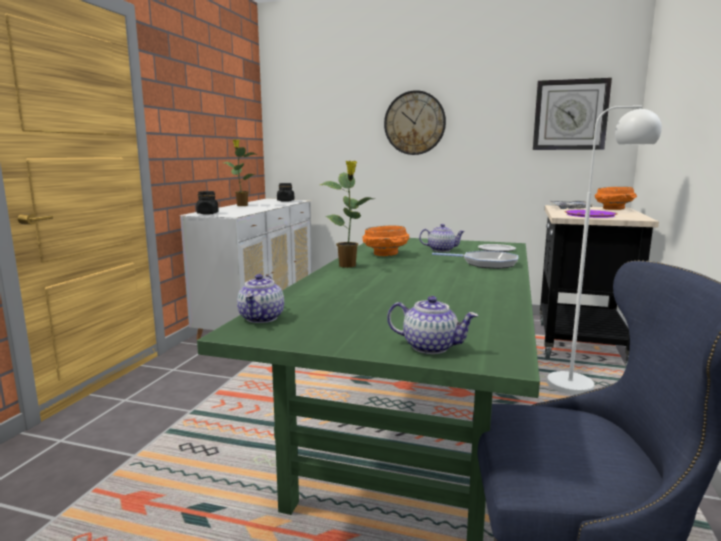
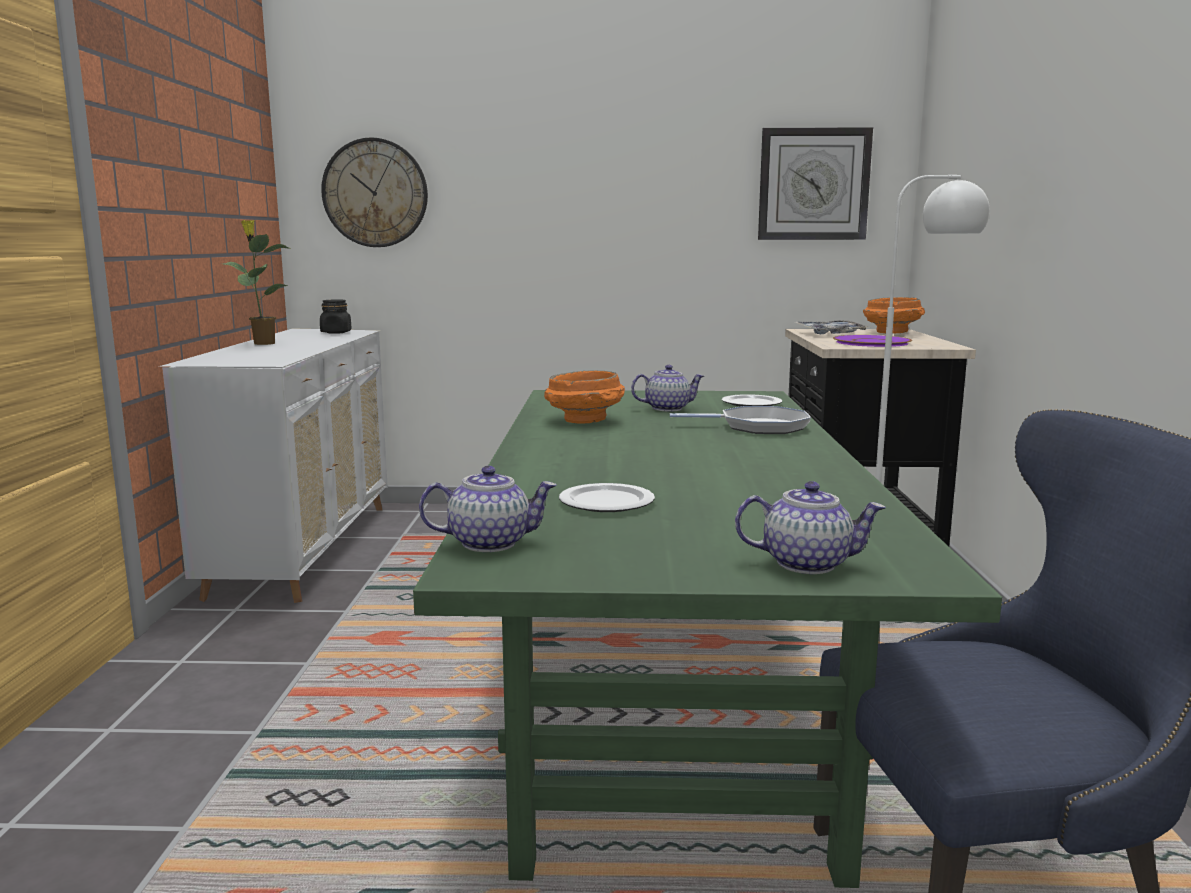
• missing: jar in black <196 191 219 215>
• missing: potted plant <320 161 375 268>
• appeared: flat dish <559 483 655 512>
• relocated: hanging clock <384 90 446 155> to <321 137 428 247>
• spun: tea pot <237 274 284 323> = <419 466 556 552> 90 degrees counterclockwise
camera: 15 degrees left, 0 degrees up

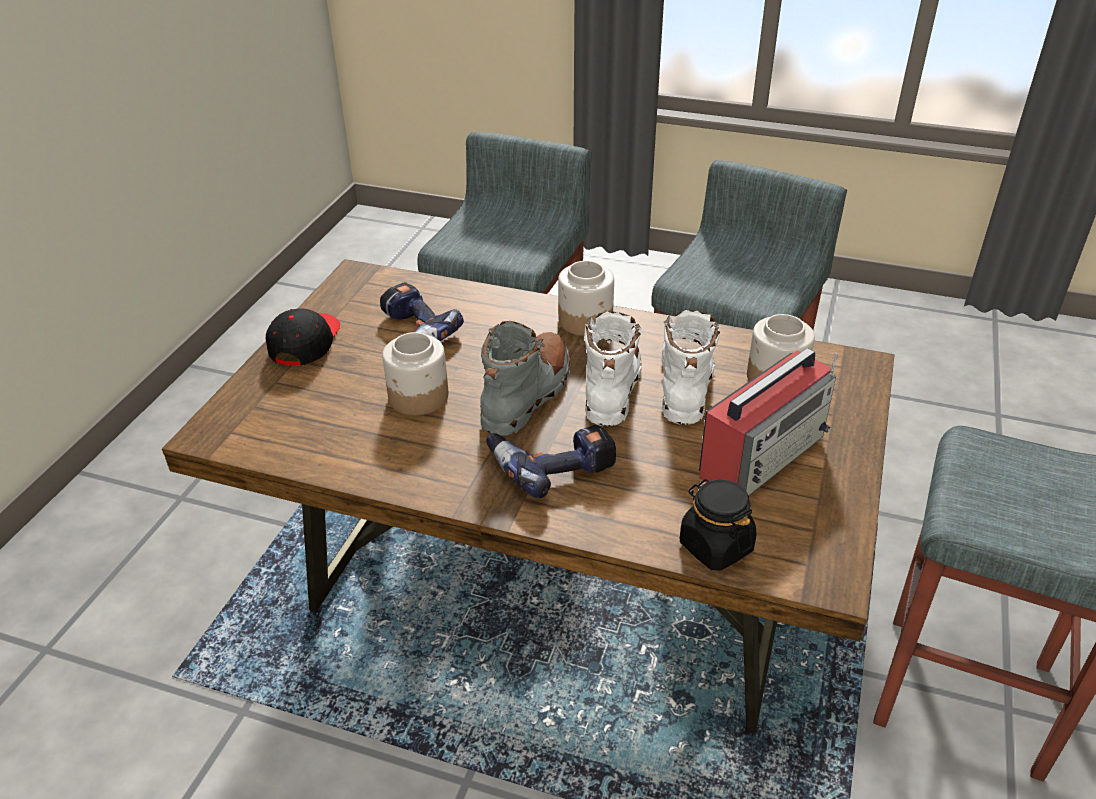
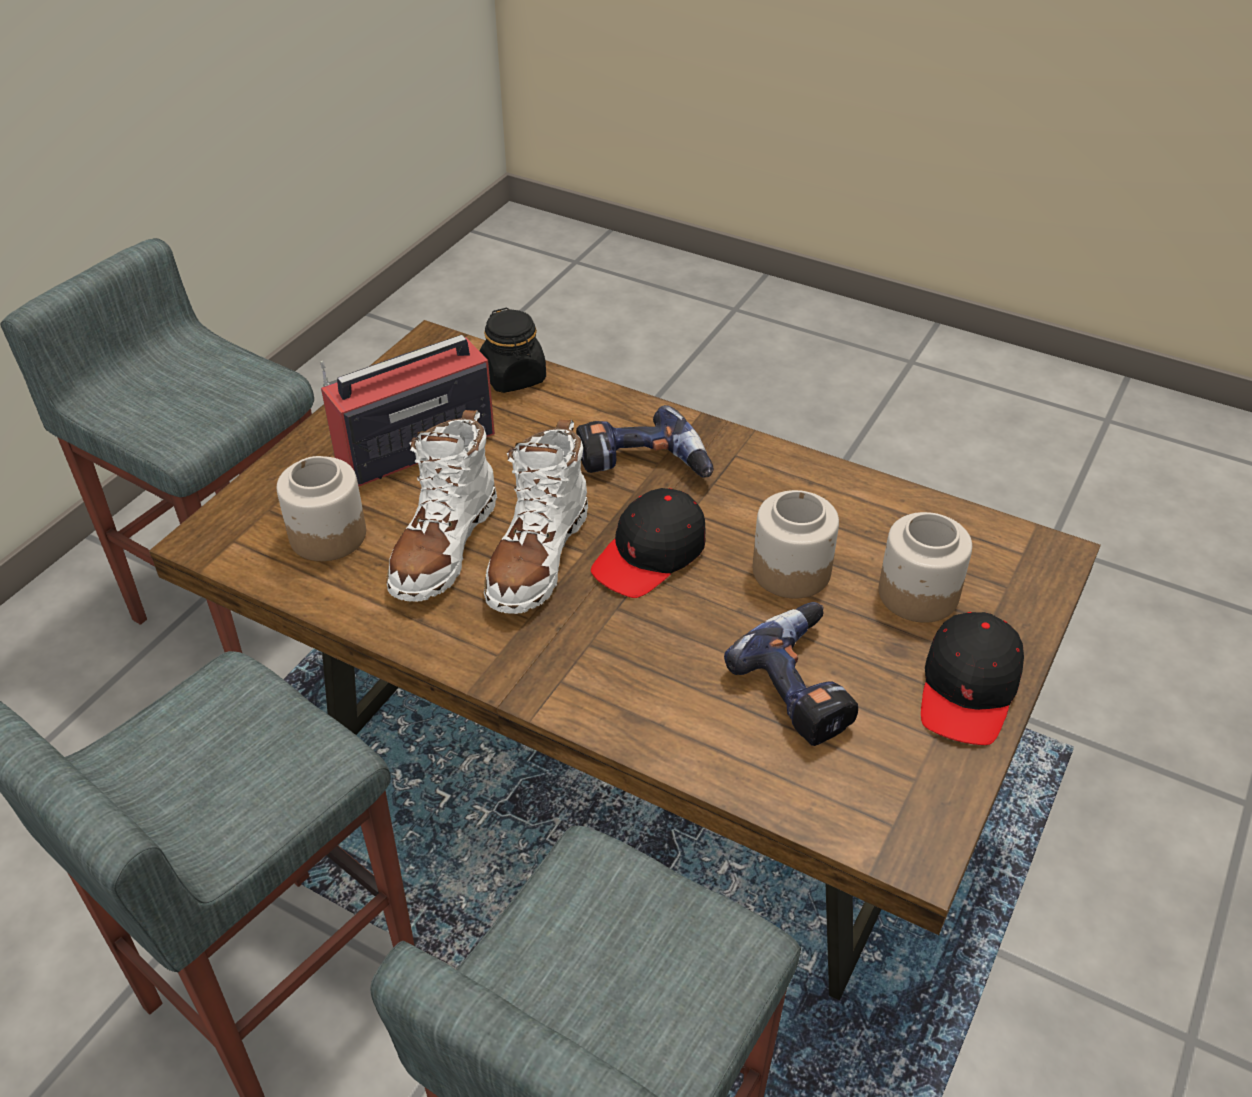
• relocated: jar <558 261 614 336> to <879 512 972 623>
• exchanged: high-top boot in greyish <480 321 571 436> to peaked cap in black <591 488 706 598>
camera: 170 degrees left, 5 degrees up

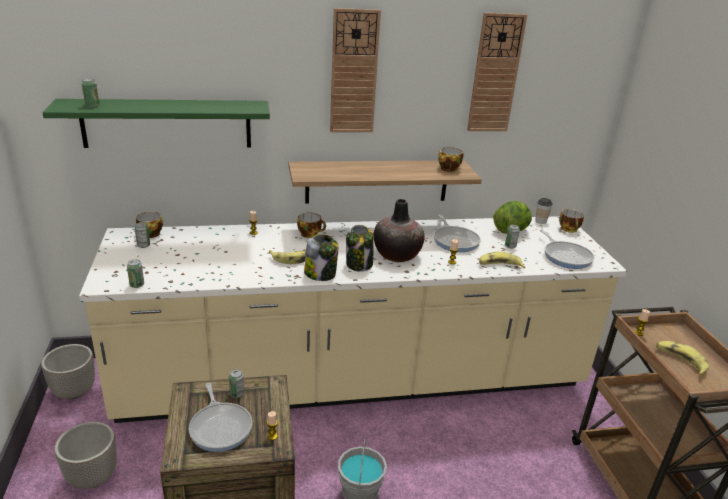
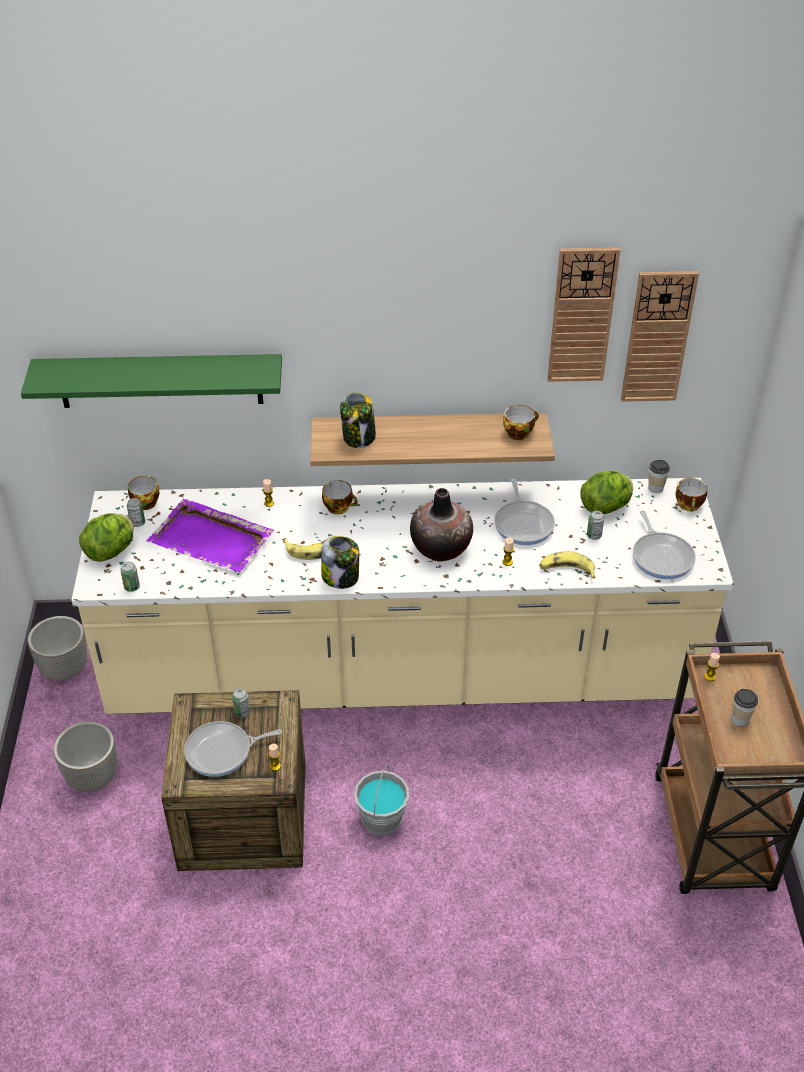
• missing: sealed can <81 79 99 107>
• appeared: lettuce <79 513 133 562>
• appeared: tray in purplish <146 499 274 572>
• relocated: hanging clock <330 8 381 132> to <621 271 699 402>
• relocated: jar <346 225 374 272> to <340 392 376 448>
• exchanged: whole banana <656 341 709 376> to drinking cup <731 689 758 726>
• spun: skillet <189 383 252 452> = <184 721 282 777> 90 degrees clockwise
camera: 10 degrees right, 15 degrees up

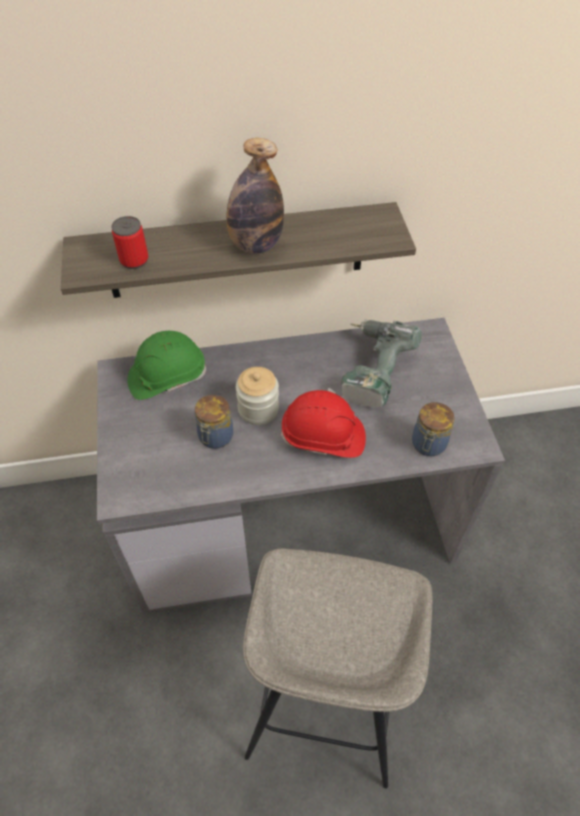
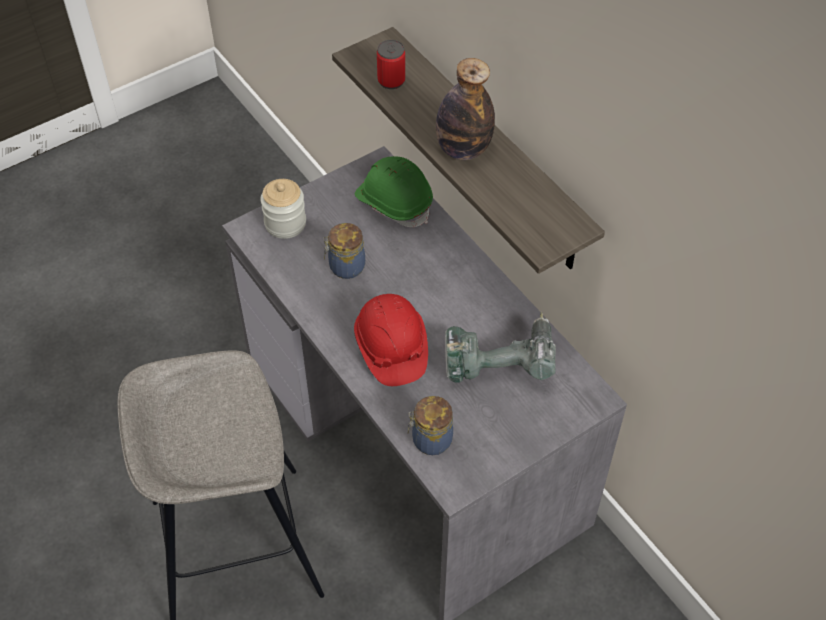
• relocated: jar <236 367 279 425> to <260 179 306 239>
camera: 65 degrees right, 0 degrees up

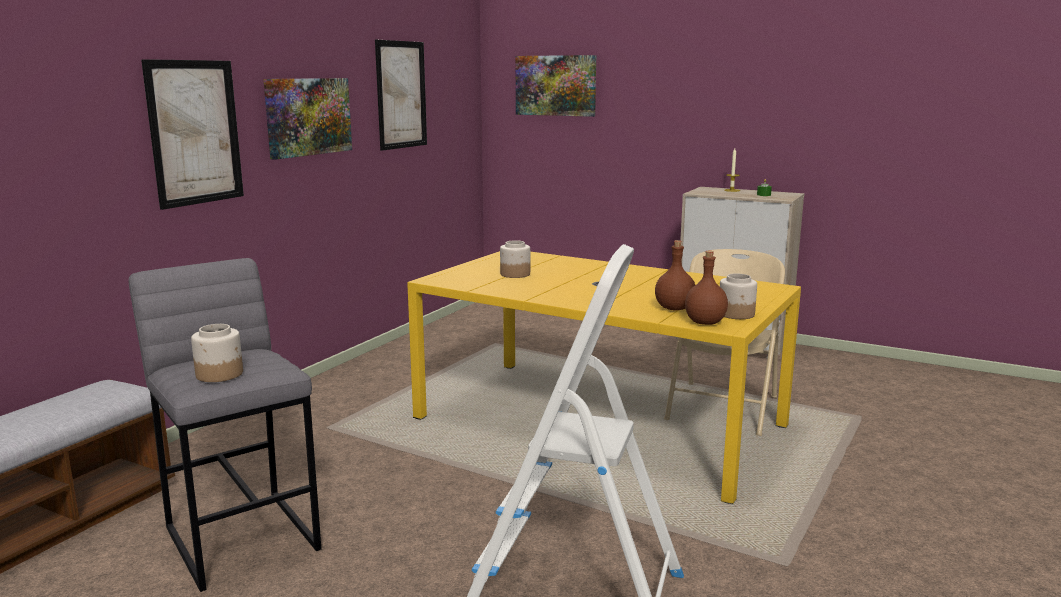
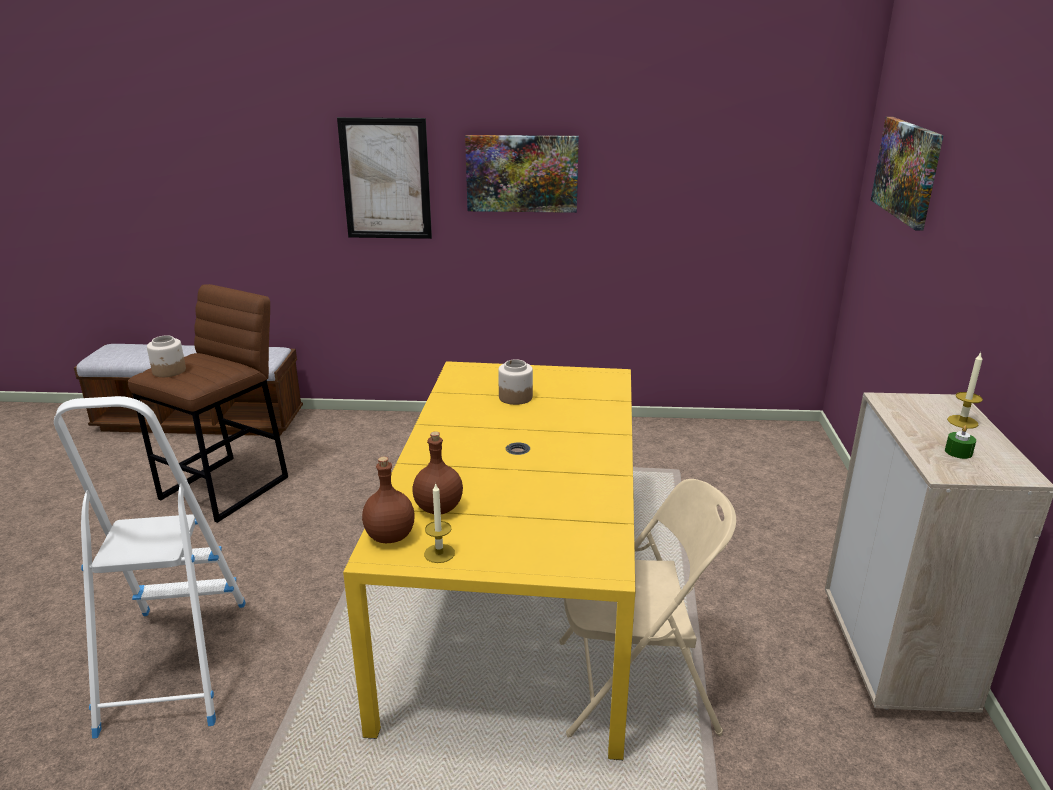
• missing: wall art <375 40 427 151>
• exchanged: jar <720 273 757 319> to wax light <424 482 455 563>
• colour: sitting stool in greyish <129 258 321 592> to sitting stool in brown-coloured <128 284 288 523>
camera: 65 degrees right, 10 degrees up

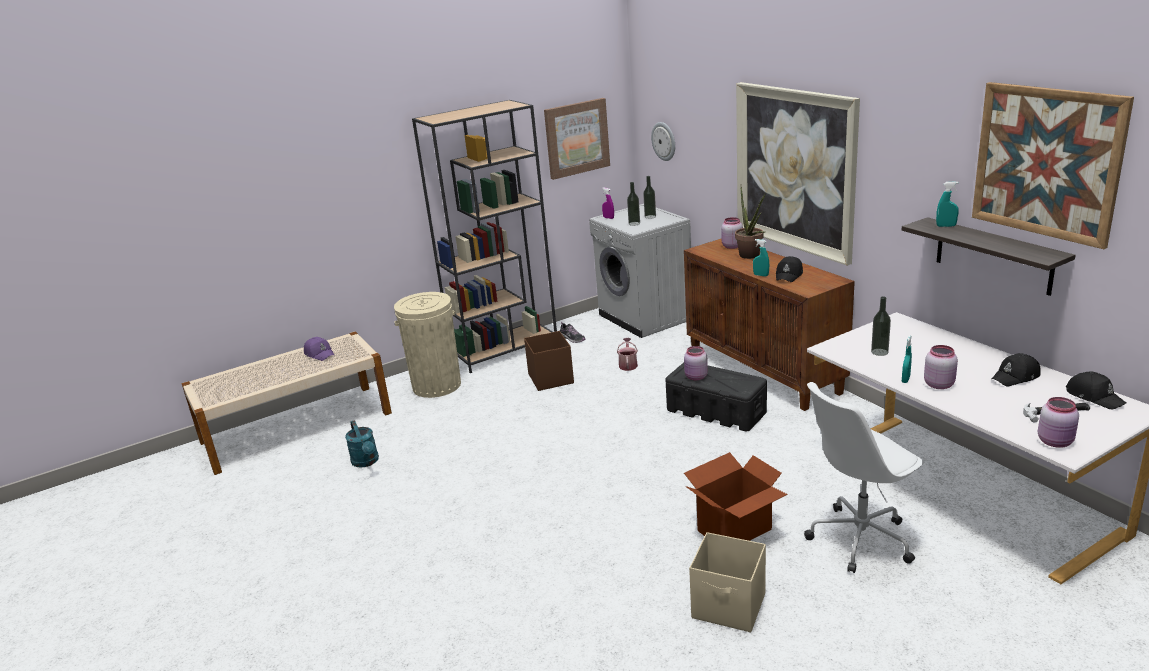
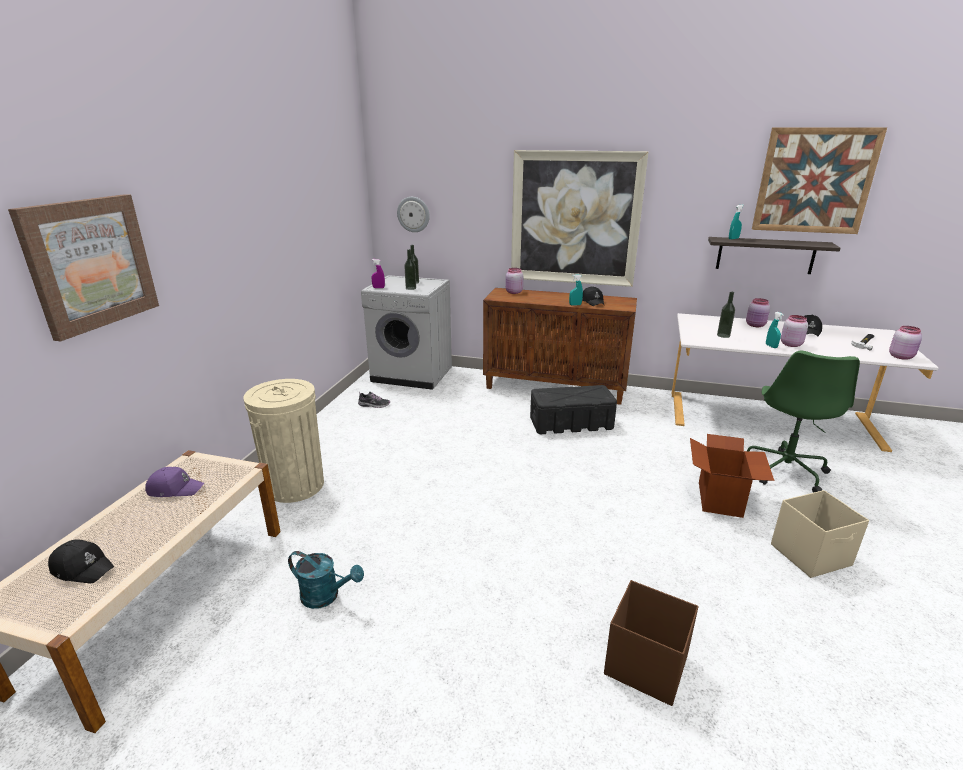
• missing: bookshelf <412 100 557 373>
• missing: watering pot <617 338 638 371>
• missing: potted plant <735 187 766 259>
• relocated: storage bin in brown-coloured <524 331 574 391> to <604 580 699 706>
• relocated: wall art <544 98 610 180> to <8 194 159 341>
• relocated: jar in pinkish <684 346 708 380> to <746 298 770 327>
• relocated: peaked cap in black <1066 372 1126 409> to <48 539 115 584>
• colour: office chair in whitish <804 382 924 573> to office chair in greenish <747 351 860 493>
camera: 45 degrees left, 0 degrees up

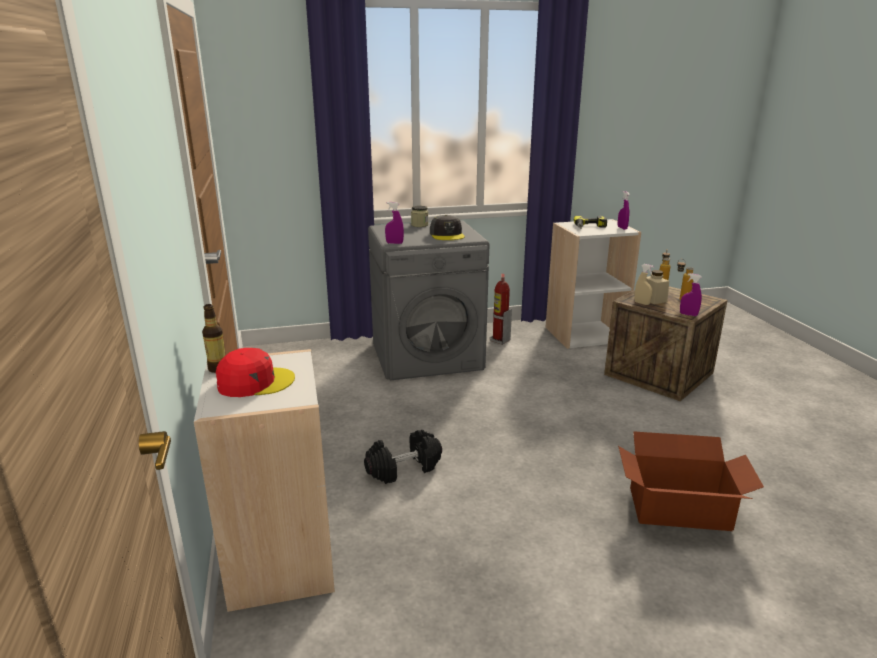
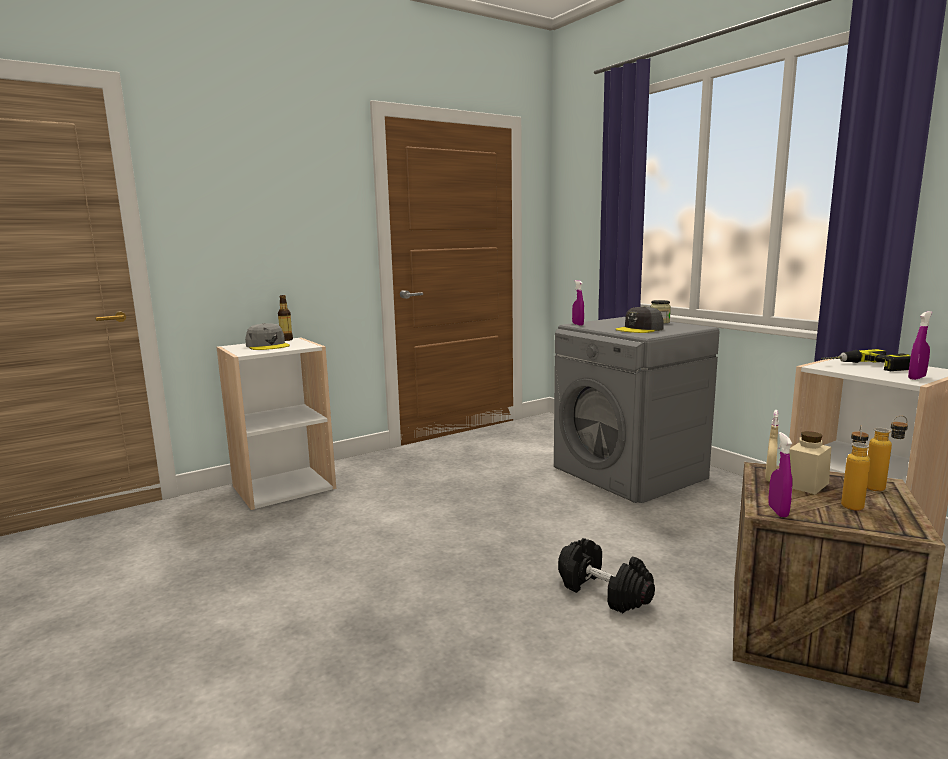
• missing: extinguisher <490 274 512 345>
• missing: packing box <618 431 764 531>
• relocated: dumbbell in black <364 430 442 484> to <558 538 655 613>
• colour: peaked cap in reddish <216 348 295 397> to peaked cap in greyish <245 323 290 350>
camera: 70 degrees right, 10 degrees down

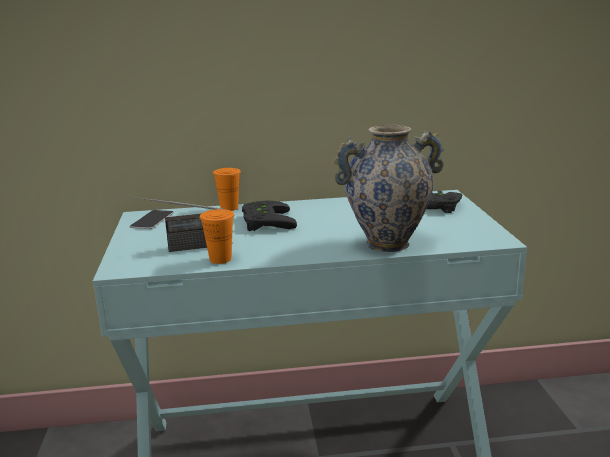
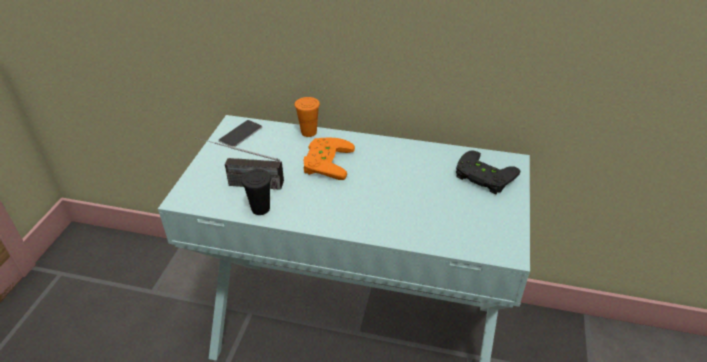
• missing: decorative vase <334 125 444 252>
• colour: drinking cup in orange <200 209 234 264> to drinking cup in black <241 169 271 215>
• colour: joypad in black <242 201 297 231> to joypad in orange <304 137 355 180>
camera: 20 degrees right, 20 degrees up

